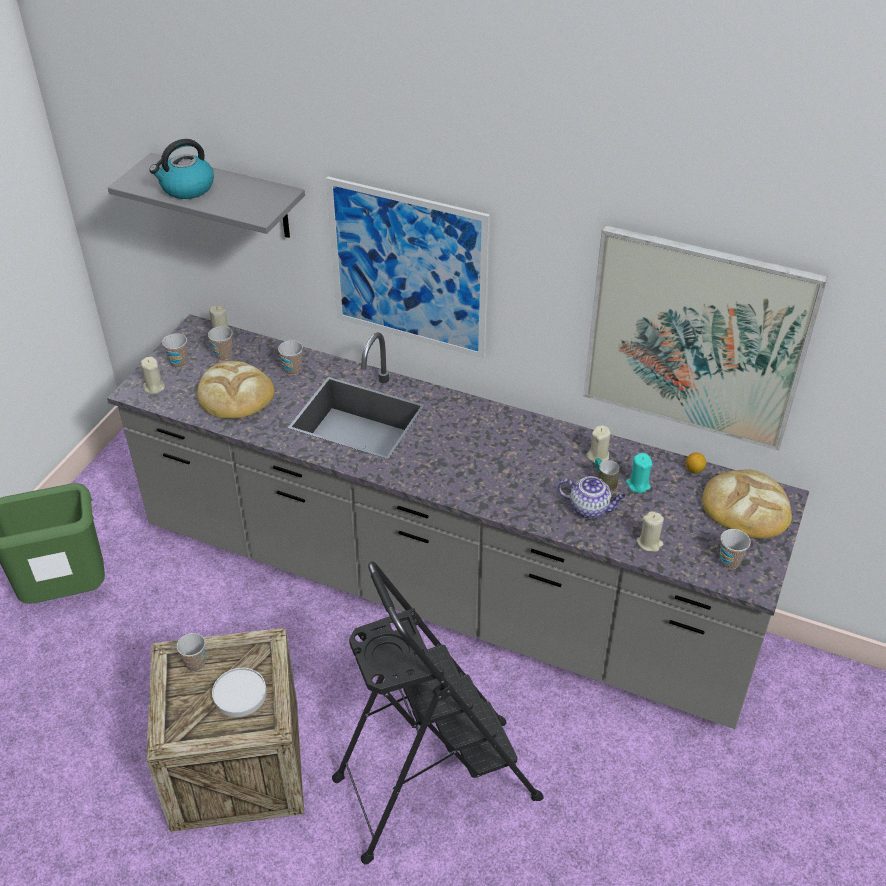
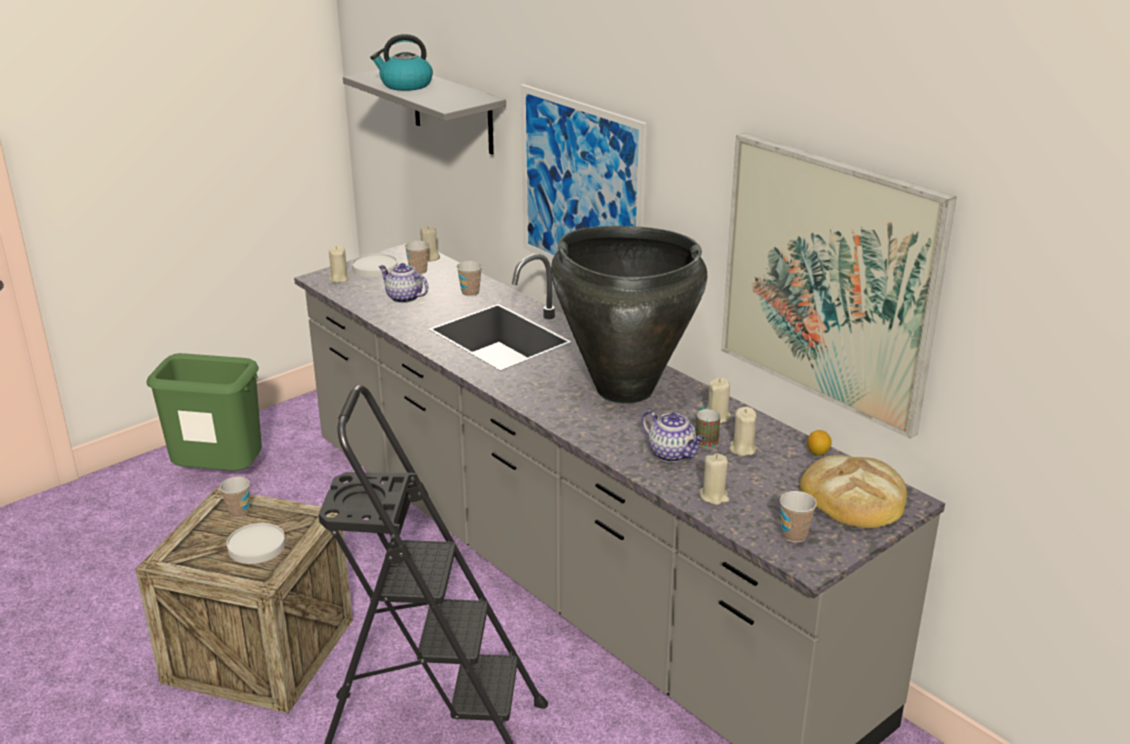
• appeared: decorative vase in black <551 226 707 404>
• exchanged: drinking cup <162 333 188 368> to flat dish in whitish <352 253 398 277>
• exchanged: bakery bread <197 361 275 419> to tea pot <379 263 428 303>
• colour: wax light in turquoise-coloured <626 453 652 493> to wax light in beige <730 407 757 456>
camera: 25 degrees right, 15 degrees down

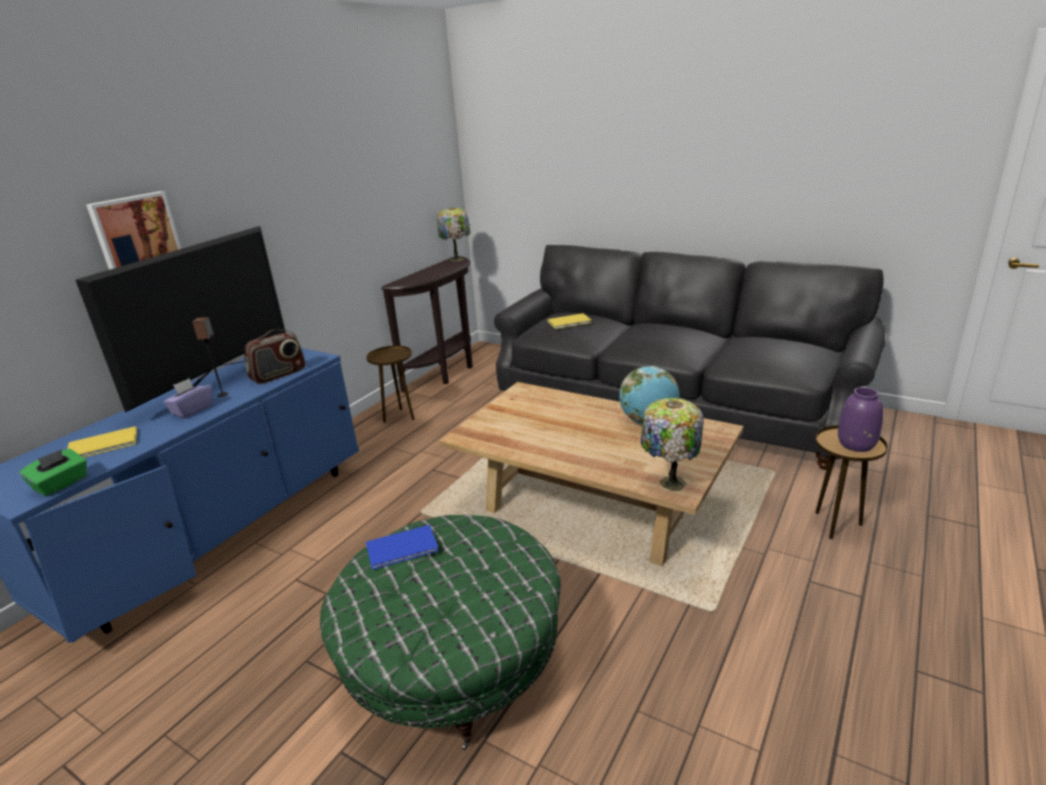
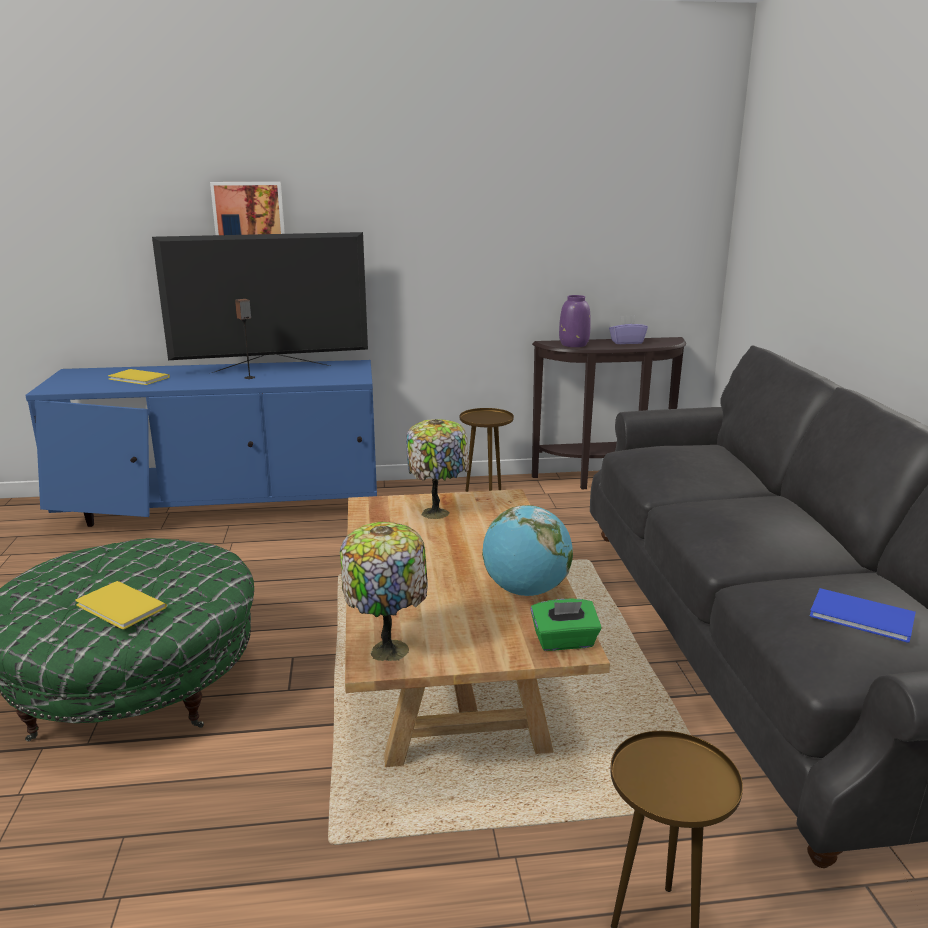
• missing: radio receiver <244 330 306 384>
• relocated: tissue box in greenish <19 449 87 496> to <531 599 602 651>
• relocated: tissue box in purplish <163 378 213 418> to <609 315 648 344>
• relocated: book in blue-coloured <366 525 439 570> to <810 588 916 643>
• relocated: table lamp <437 207 470 261> to <406 419 469 519>
• relocated: book in yellowish <547 313 592 329> to <75 581 167 629>
• relocated: decorative vase in purplish <838 387 883 452> to <559 295 591 347>
camera: 50 degrees right, 5 degrees down

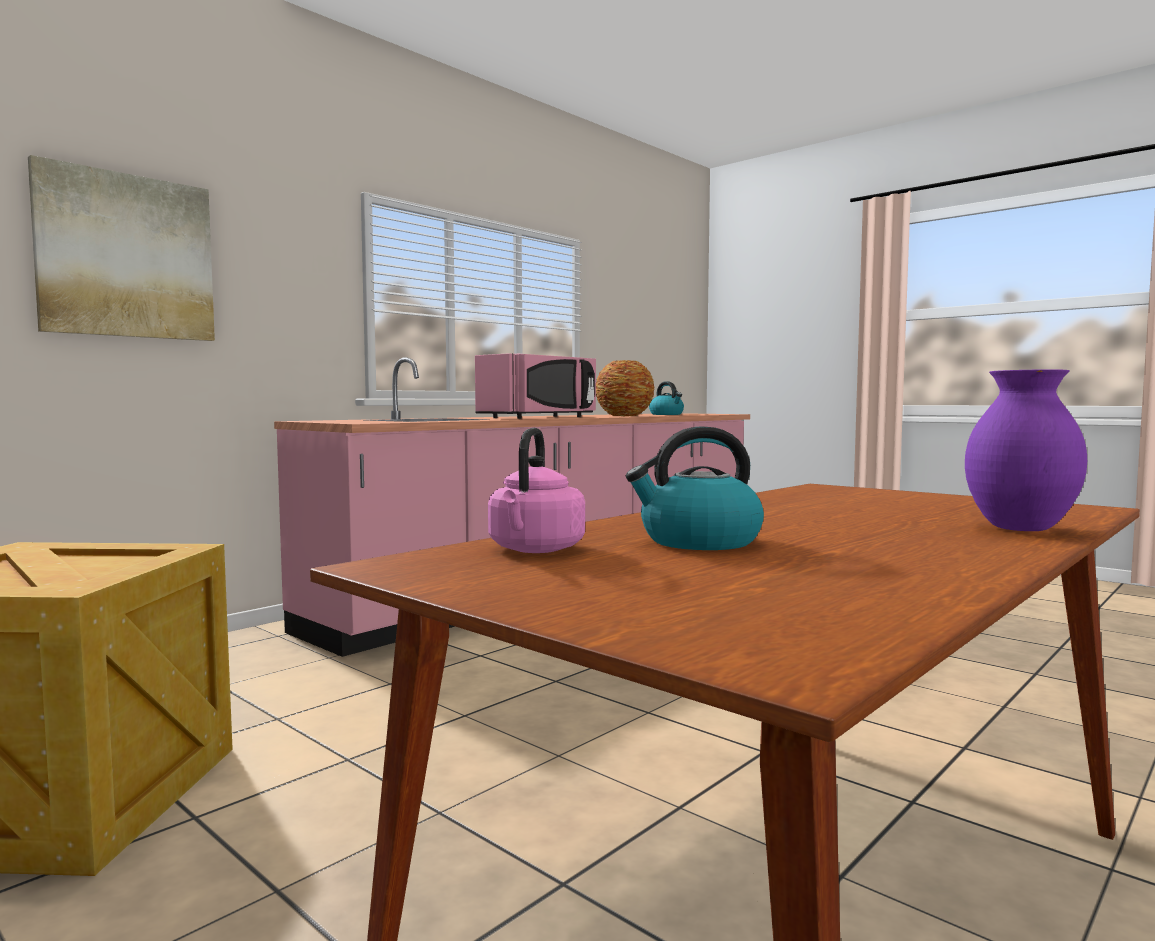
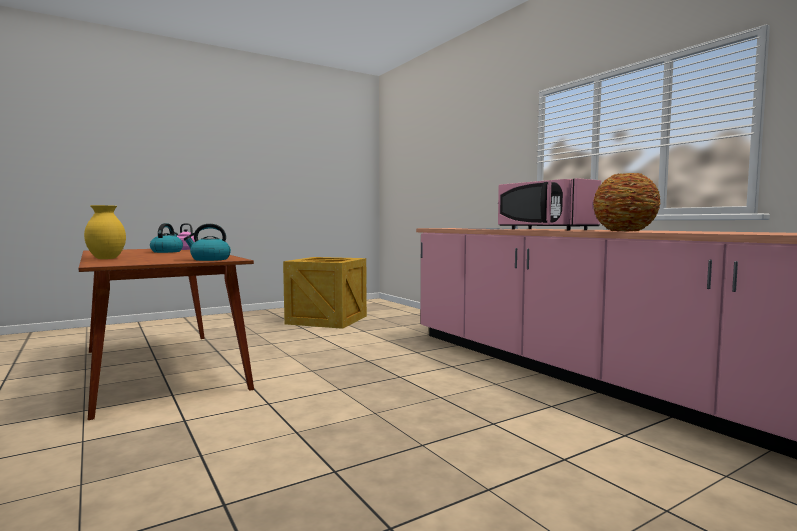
• missing: wall art <28 155 215 341>
• relocated: tea kettle <649 381 684 415> to <184 224 231 261>
• colour: decorative vase in purplish <965 369 1087 531> to decorative vase in yellowish <84 205 126 259>
camera: 105 degrees right, 0 degrees up

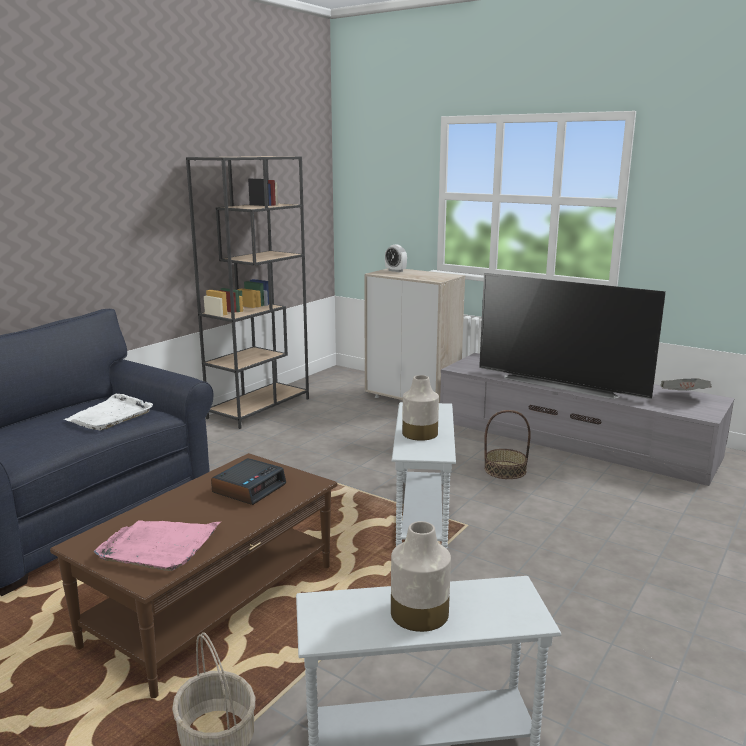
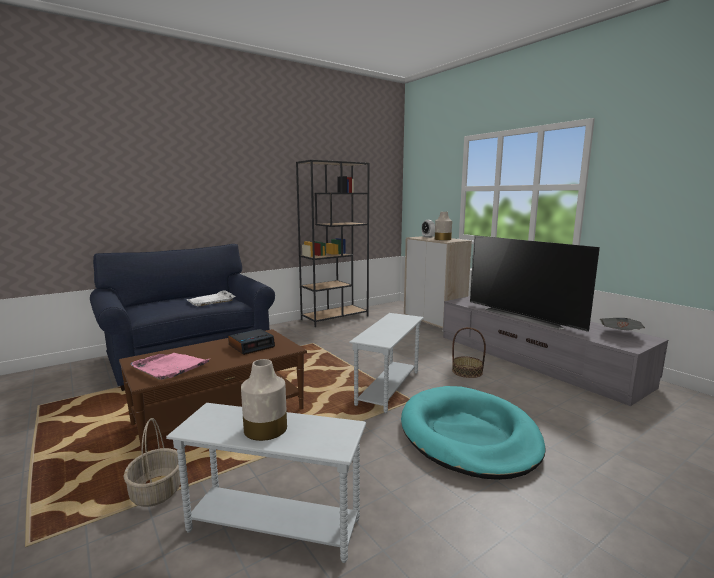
• appeared: pet bed in turquoise-coloured <401 386 546 480>
• relocated: decorative vase in beige <402 375 439 441> to <435 212 452 240>
camera: 20 degrees right, 5 degrees down

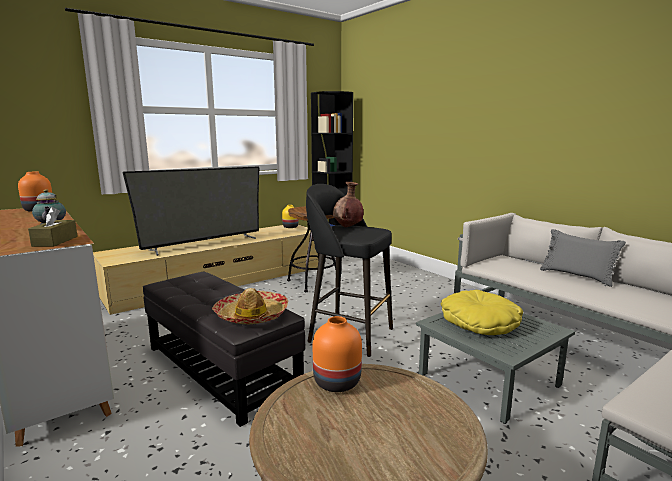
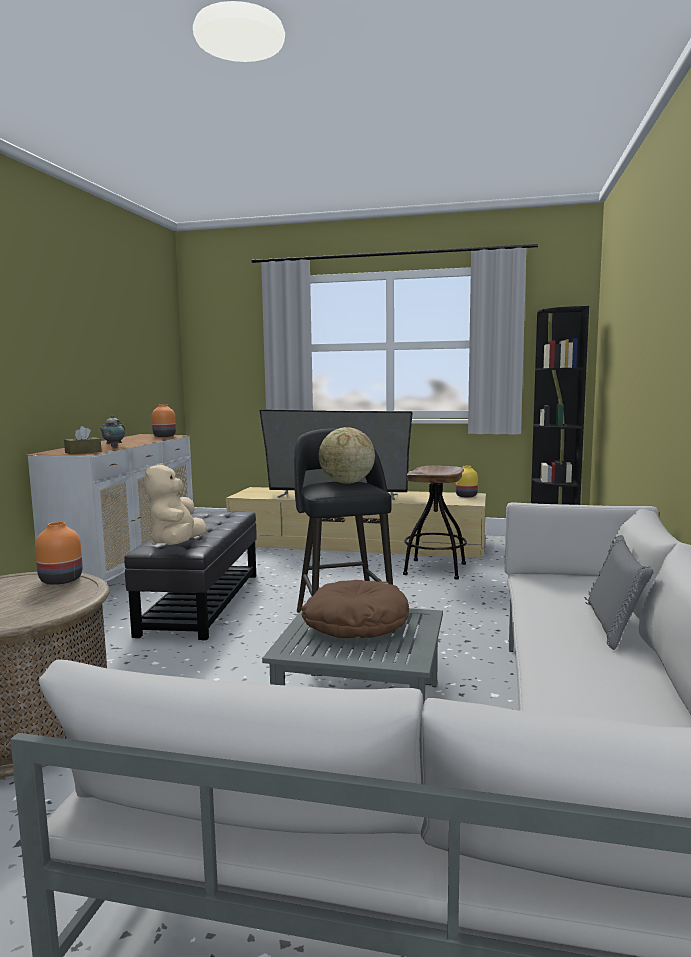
• exchanged: wearable hat <212 288 288 324> to plush toy in beige <144 463 207 545>
• exchanged: decorative vase in brown-coloured <333 182 364 227> to desk globe <319 427 375 484>
• colour: pillow in yellowish <441 290 523 335> to pillow in brown-coloured <301 580 409 638>
camera: 50 degrees right, 5 degrees down

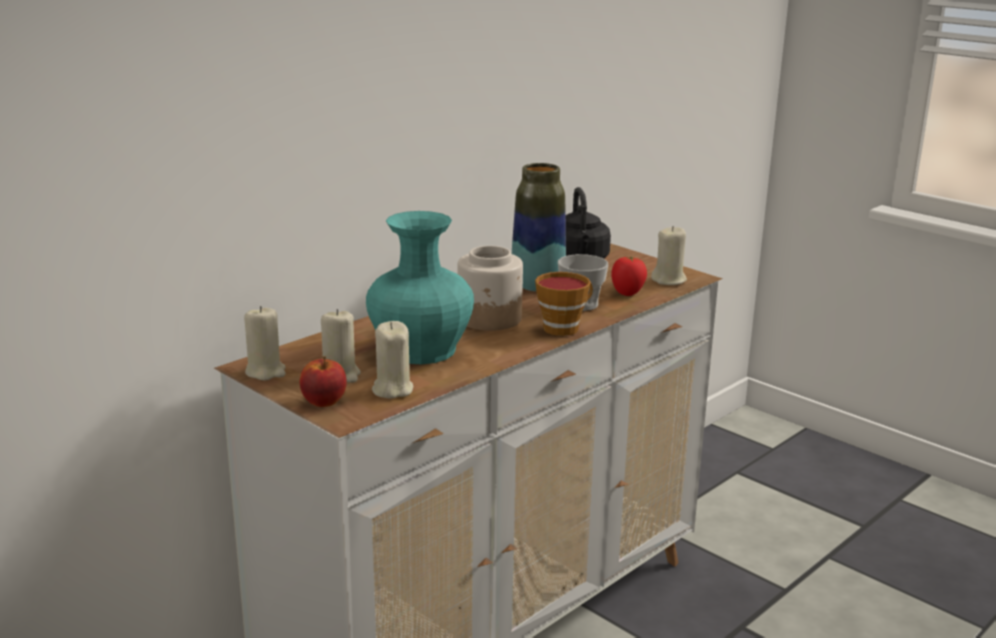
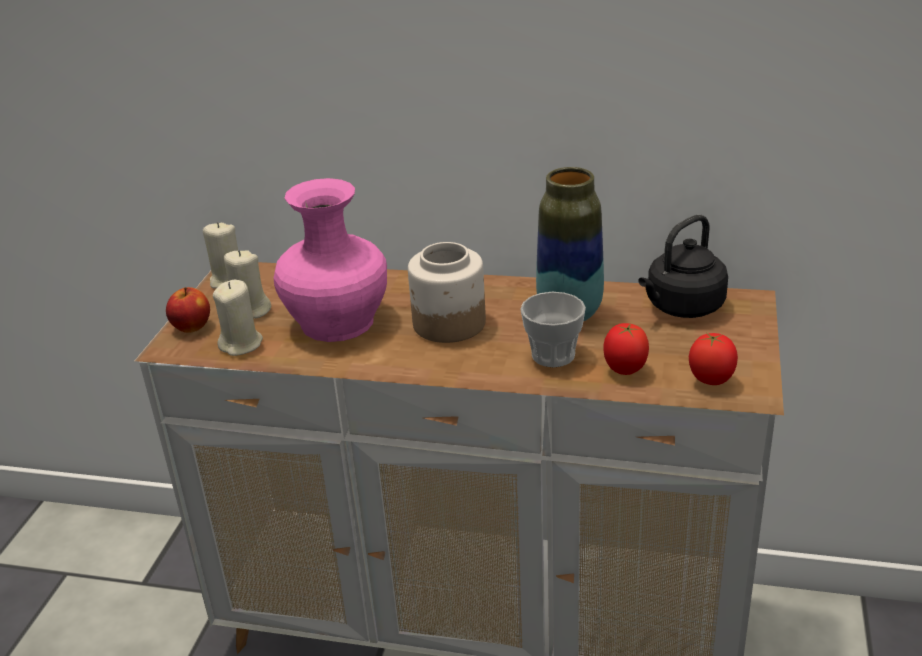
• missing: drinking cup <535 272 593 336>
• exchanged: wax light in beige <651 226 687 285> to fresh tomato <689 333 738 385>
• colour: decorative vase in turquoise-coloured <366 211 474 364> to decorative vase in pinkish <274 178 387 342>
camera: 60 degrees right, 10 degrees up

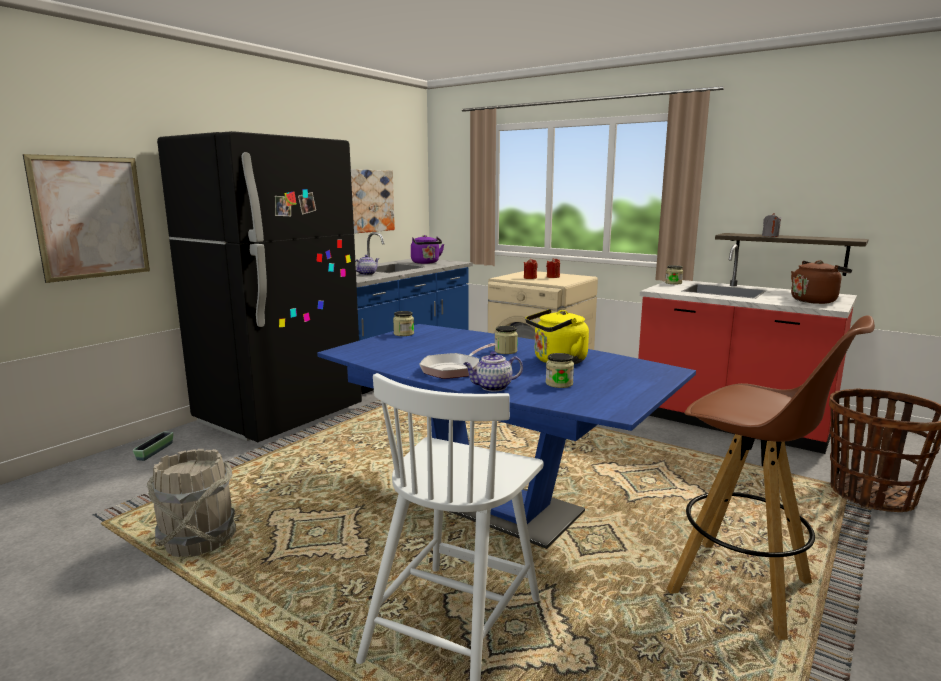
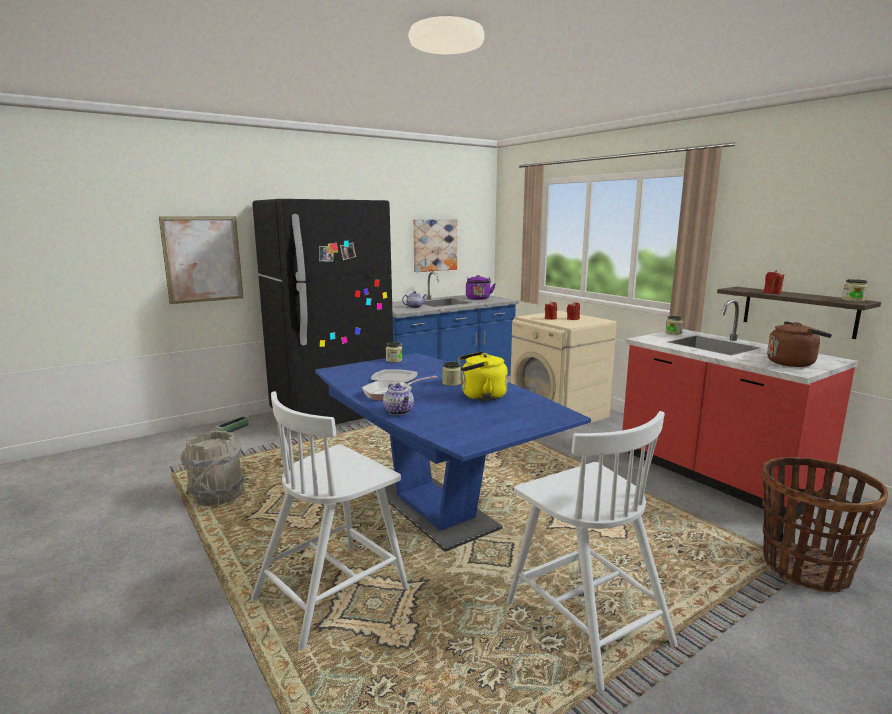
• appeared: flat dish <371 369 417 383>
• relocated: jar <546 353 574 388> to <842 279 868 302>
• exchanged: sitting stool in brown-coloured <667 315 875 640> to upright chair in whitish <506 411 678 691>
• colour: wax light in greyish <762 213 782 237> to wax light in reddish <764 270 785 294>
• spun: tea pot <463 351 523 392> = <383 383 414 415> 120 degrees counterclockwise
camera: 20 degrees right, 0 degrees up

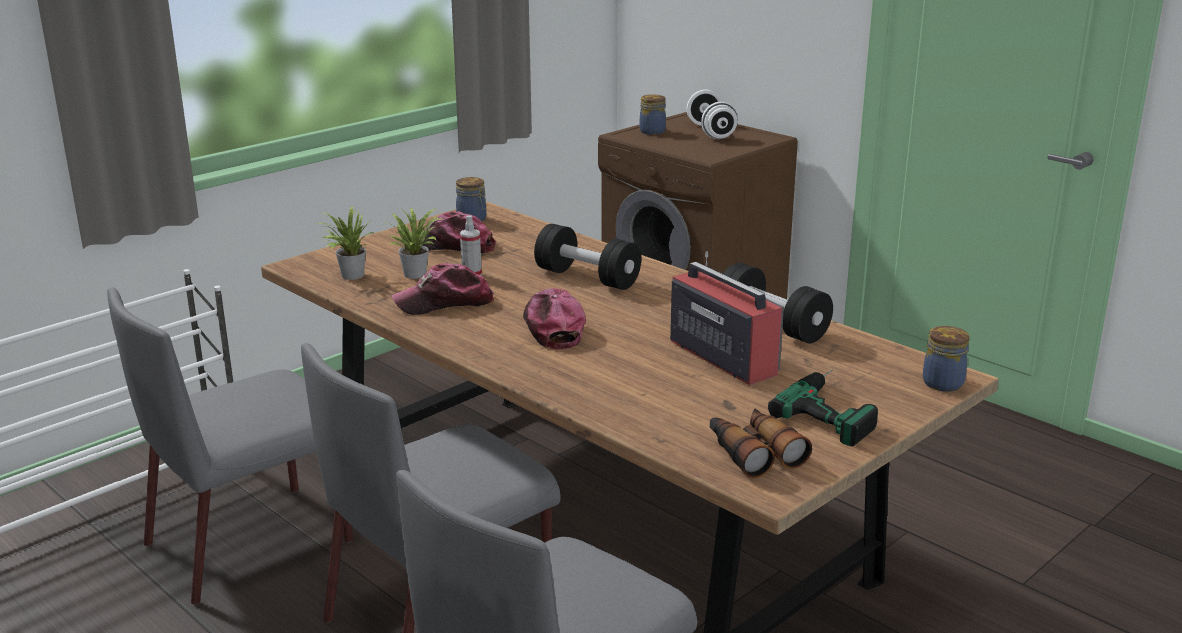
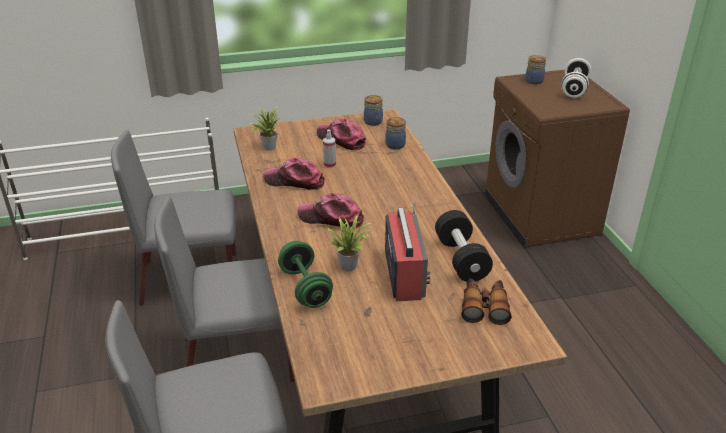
• missing: dumbbell in black <534 224 641 290>
• missing: drill <768 369 878 446>
• appeared: dumbbell in greenish <278 241 333 308>
• relocated: potted plant <383 208 441 279> to <326 215 371 271>
• relocated: pair of binoculars <710 409 812 478> to <462 278 511 325>
• relocated: jar <923 326 969 392> to <385 117 406 149>
• spun: peaked cap <523 288 586 350> = <297 193 364 228> 90 degrees counterclockwise
camera: 30 degrees right, 10 degrees up

